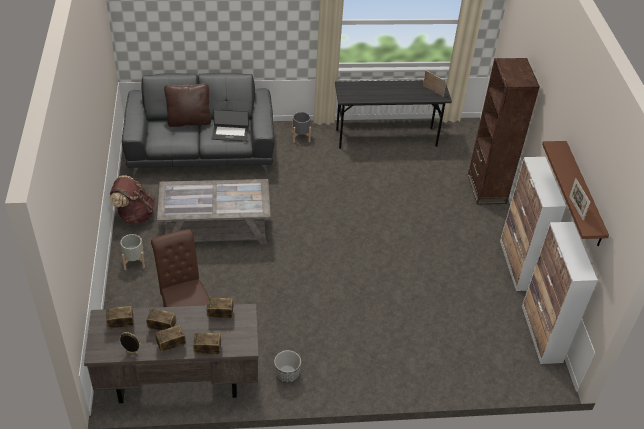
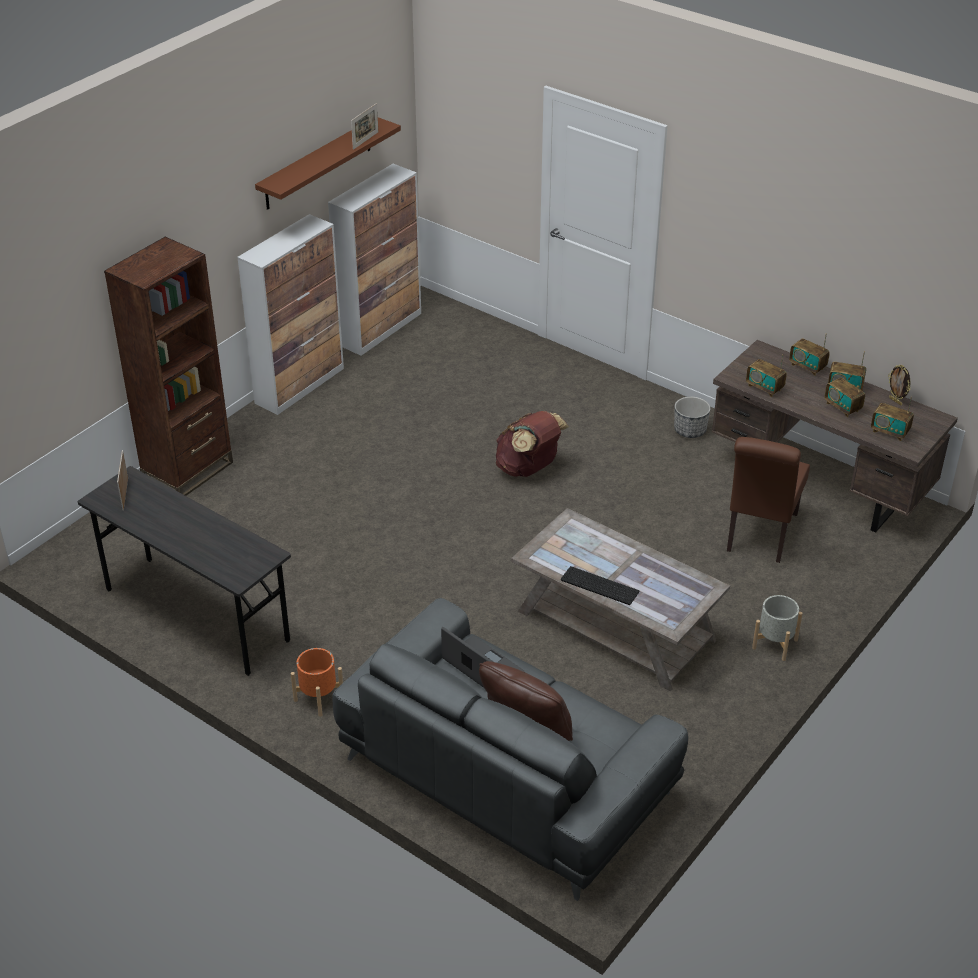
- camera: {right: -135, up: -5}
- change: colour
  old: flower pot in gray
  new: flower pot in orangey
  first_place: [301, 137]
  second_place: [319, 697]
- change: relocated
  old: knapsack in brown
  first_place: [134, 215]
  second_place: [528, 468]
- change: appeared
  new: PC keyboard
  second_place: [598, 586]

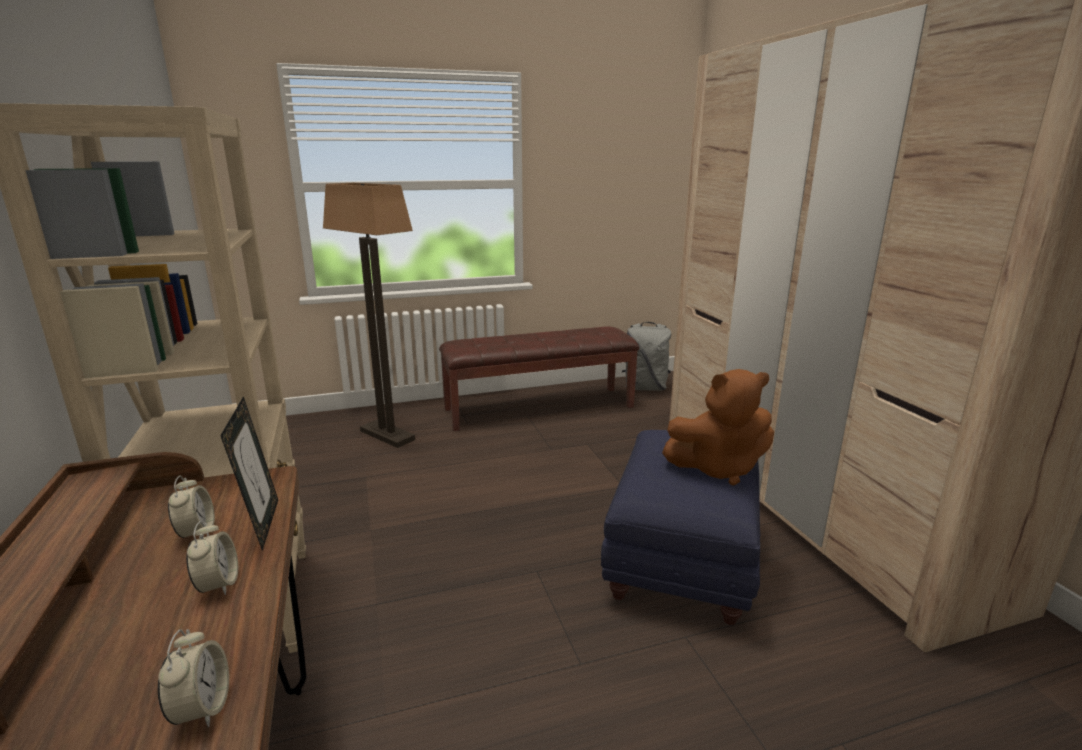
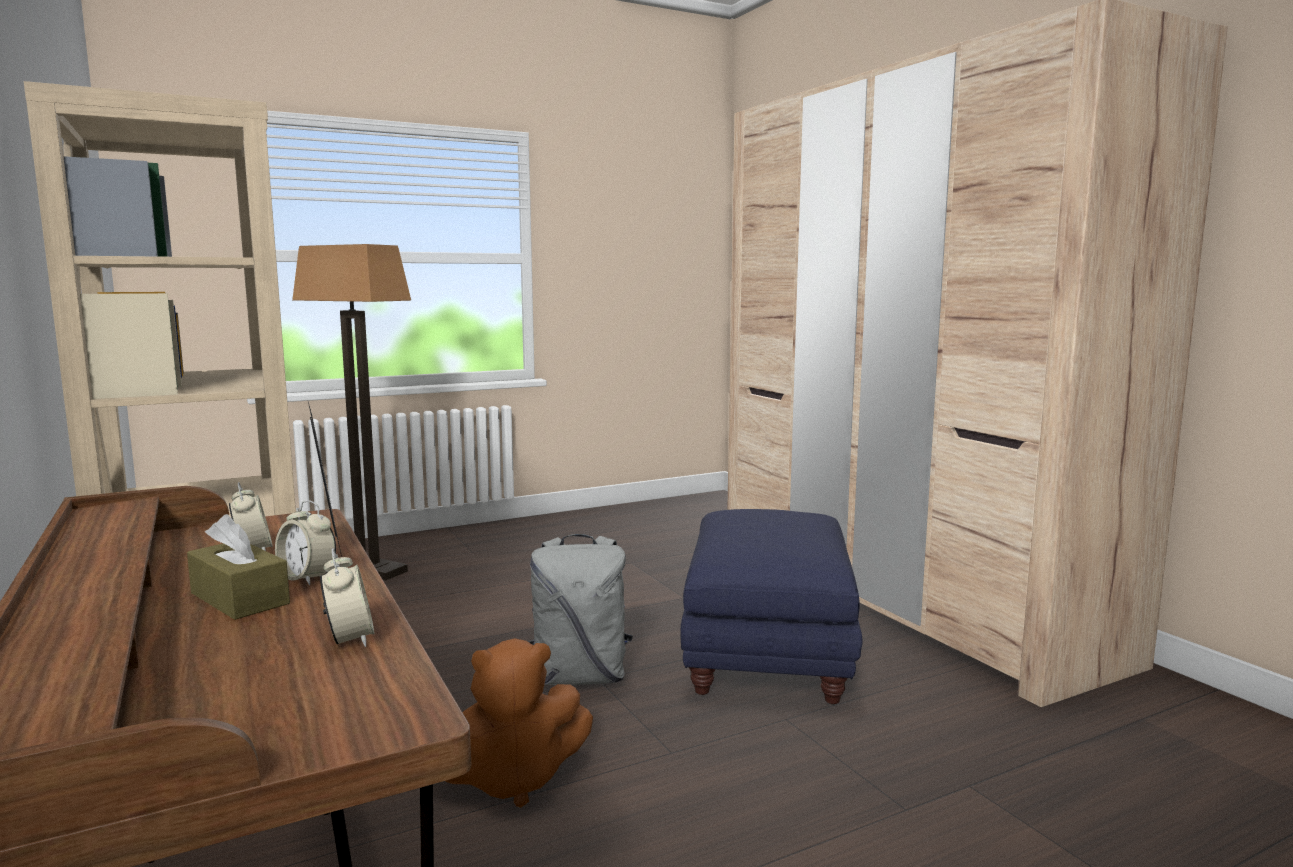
- camera: {right: -10, up: -10}
- change: relocated
  old: knapsack in gray
  first_place: [645, 388]
  second_place: [581, 677]
- change: missing
  old: indoor bench in brown
  first_place: [539, 407]
- change: relocated
  old: soft toy in brown
  first_place: [718, 468]
  second_place: [512, 779]
- change: spun
  old: bedside clock
  first_place: [218, 584]
  second_place: [307, 578]
  degrees: 150
- change: appeared
  new: tissue box in brown
  second_place: [239, 598]

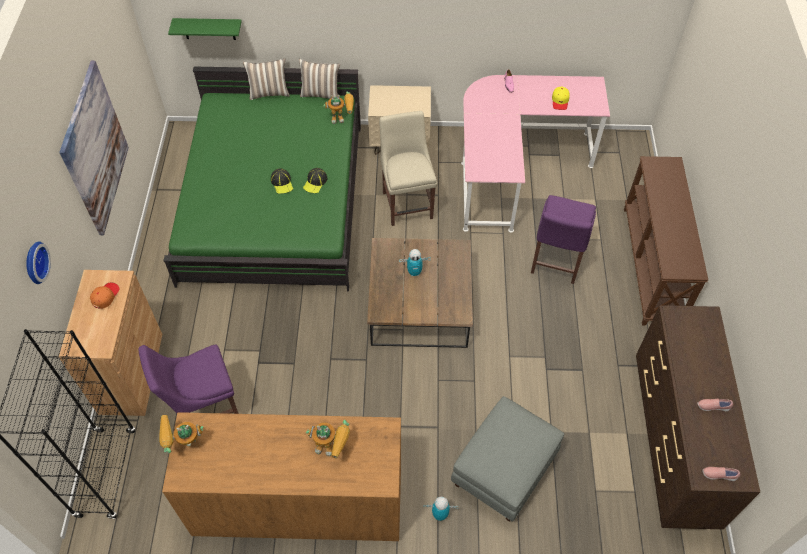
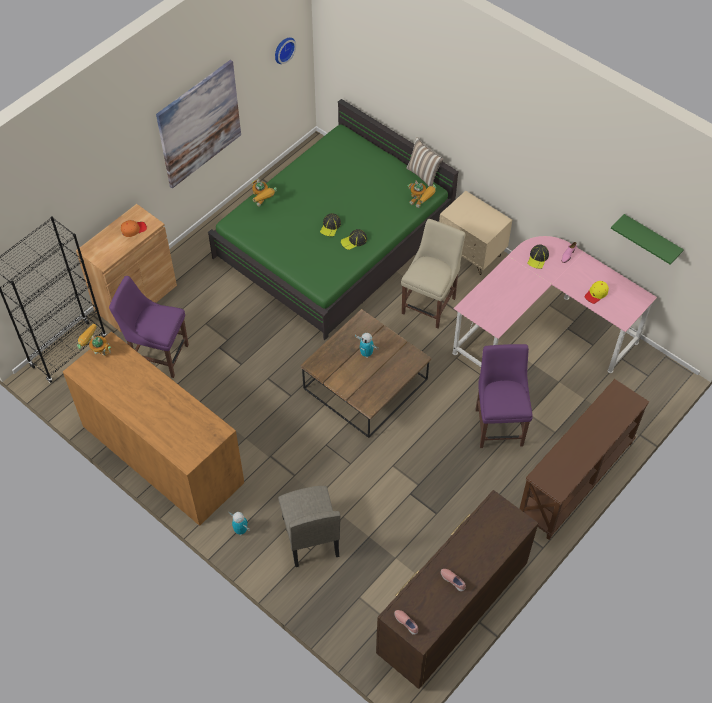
- camera: {right: 40, up: 0}
- change: relocated
  old: wall shelf in green
  first_place: [209, 28]
  second_place: [650, 239]
- change: missing
  old: cushion
  first_place: [269, 93]
- change: spun
  old: chair in purple
  first_place: [555, 263]
  second_place: [499, 424]
  degrees: 120
- change: relocated
  old: clock on the wall
  first_place: [34, 262]
  second_place: [283, 49]
- change: exchanged
  old: footrest in gray
  new: chair in beige
  first_place: [504, 471]
  second_place: [310, 537]
- change: relocated
  old: robot figure
  first_place: [332, 447]
  second_place: [263, 203]
- change: appeared
  new: cap
  second_place: [538, 258]

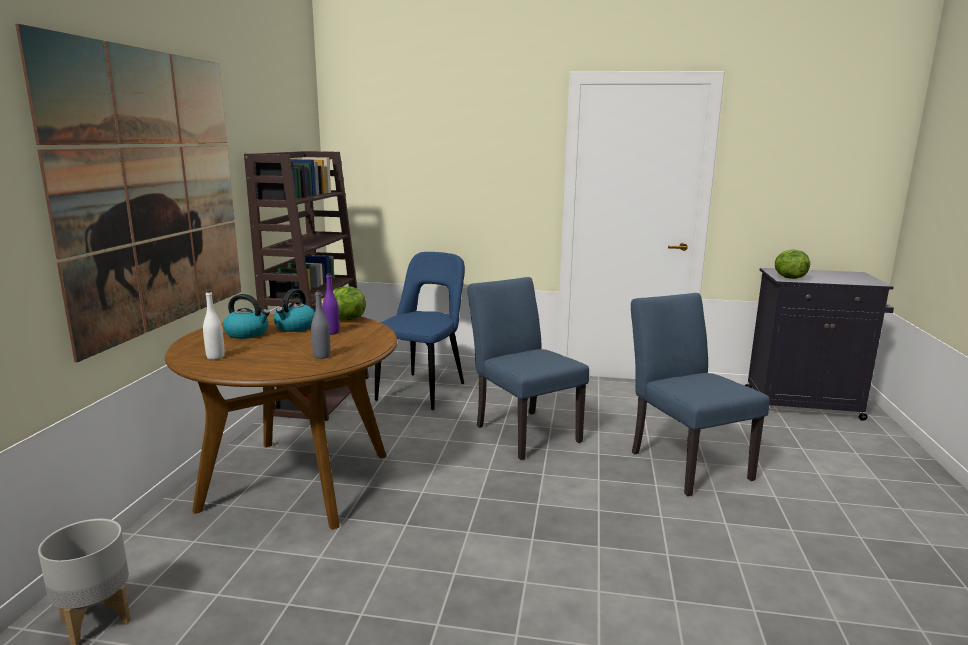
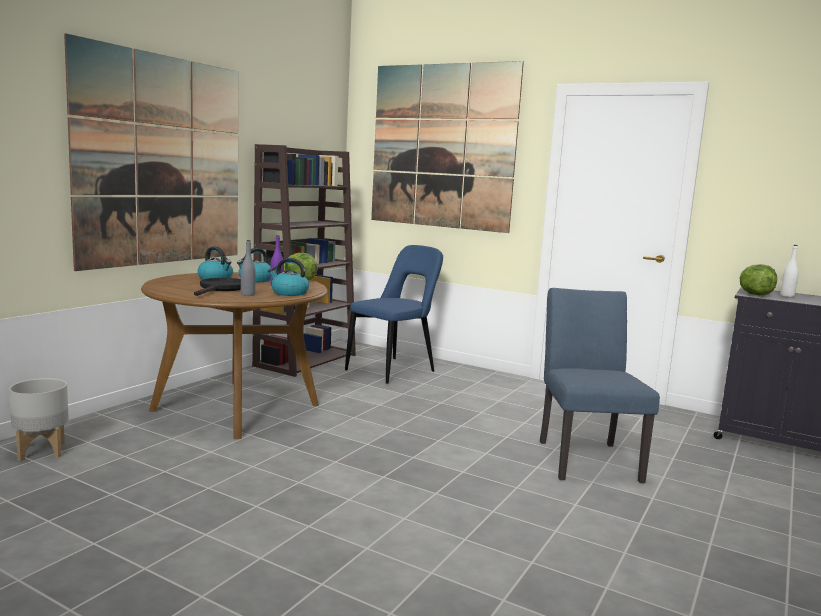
- camera: {right: 20, up: -5}
- change: missing
  old: chair in bluish
  first_place: [522, 430]
- change: relocated
  old: drink bottle in white-coloured
  first_place: [215, 357]
  second_place: [787, 296]
- change: appeared
  new: wall picture
  second_place: [442, 146]
- change: appeared
  new: kettle
  second_place: [289, 293]
- change: appeared
  new: frying pan in black-coloured
  second_place: [221, 289]

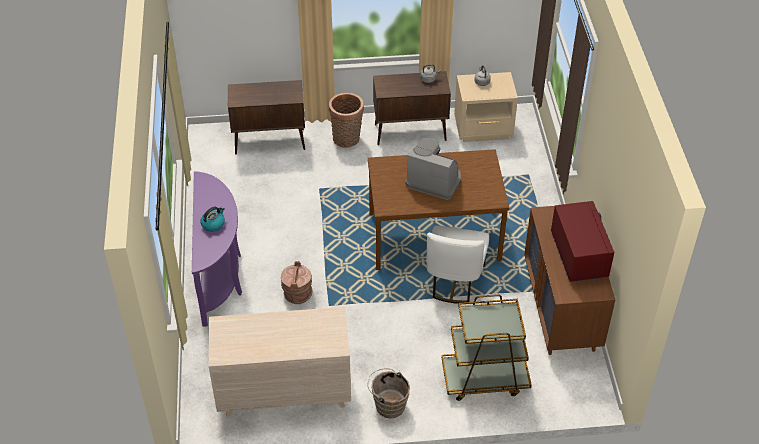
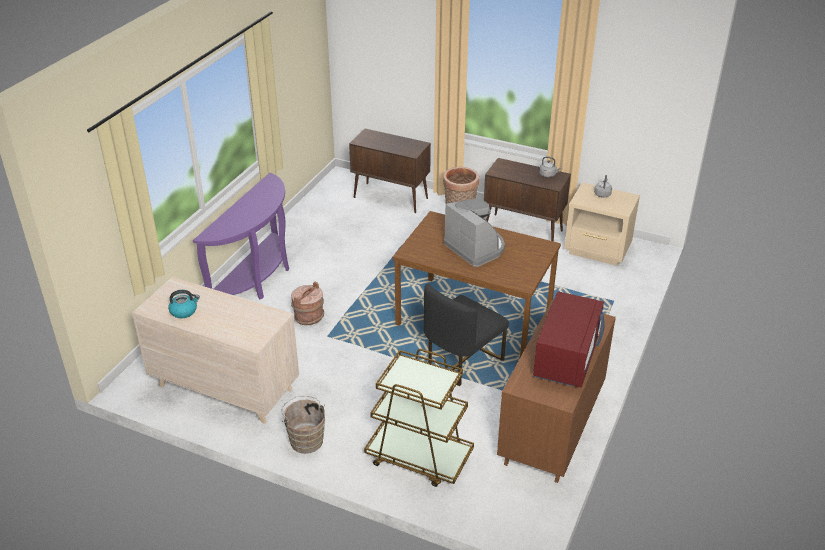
- camera: {right: 30, up: -10}
- change: relocated
  old: kettle
  first_place: [213, 224]
  second_place: [184, 311]
- change: colour
  old: chair in white-coloured
  new: chair in black-coloured
  first_place: [454, 281]
  second_place: [462, 361]

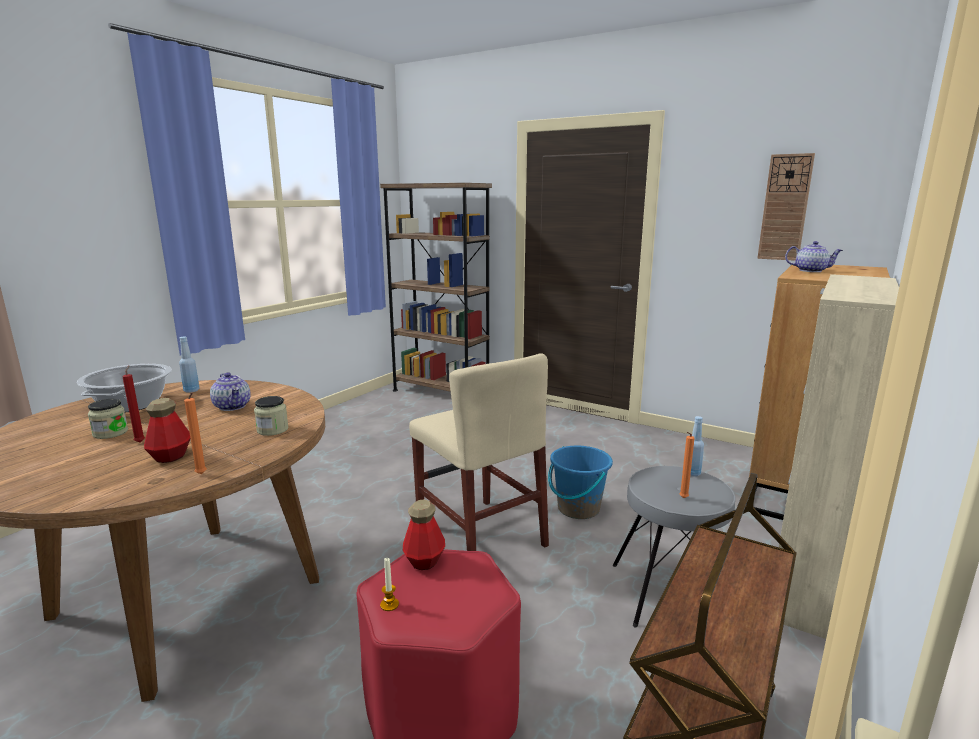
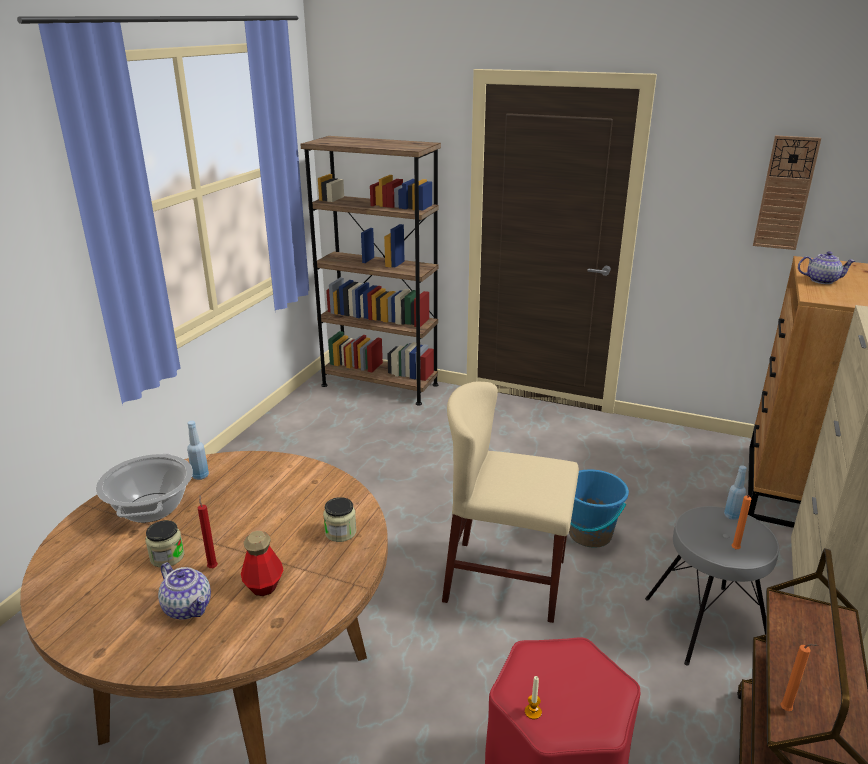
- camera: {right: -10, up: 10}
- change: spun
  old: chair in beige
  first_place: [480, 536]
  second_place: [505, 580]
  degrees: 150
- change: relocated
  old: tea pot
  first_place: [233, 406]
  second_place: [188, 607]
- change: relocated
  old: candle in orangey
  first_place: [202, 475]
  second_place: [787, 710]
- change: missing
  old: drink bottle
  first_place: [424, 561]

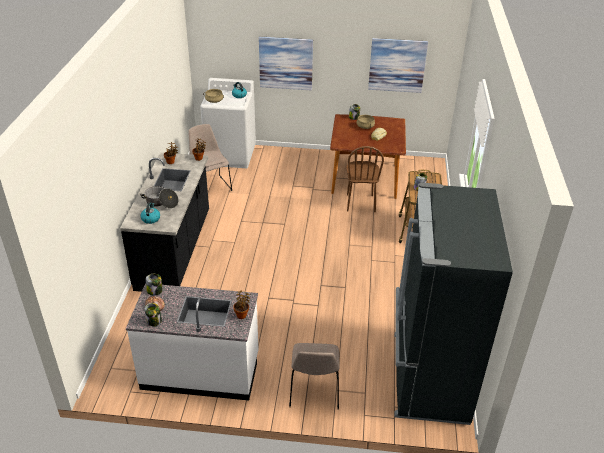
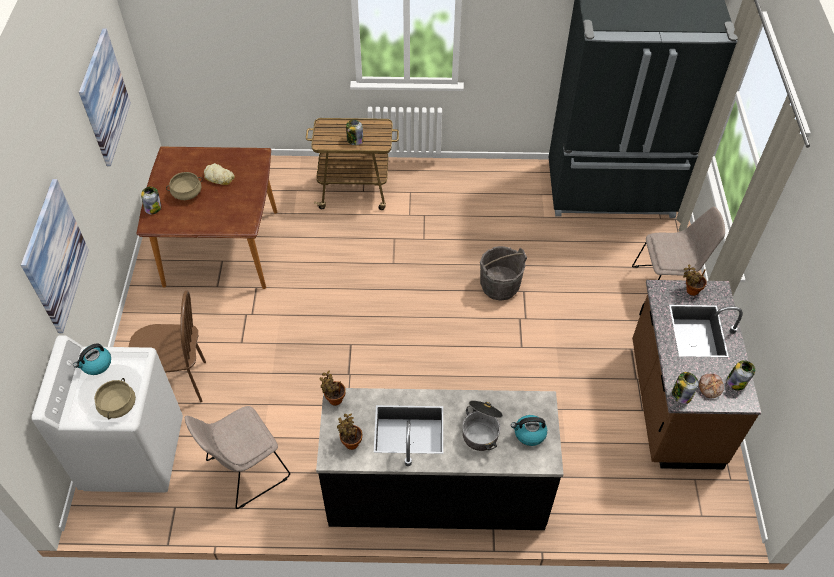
- camera: {right: -95, up: 15}
- change: relocated
  old: chair in brown
  first_place: [360, 203]
  second_place: [179, 382]
- change: colour
  old: kitchen counter in white-coloured
  new: kitchen counter in brown
  first_place: [201, 371]
  second_place: [672, 404]
- change: appeared
  new: bucket in gray
  second_place: [499, 286]

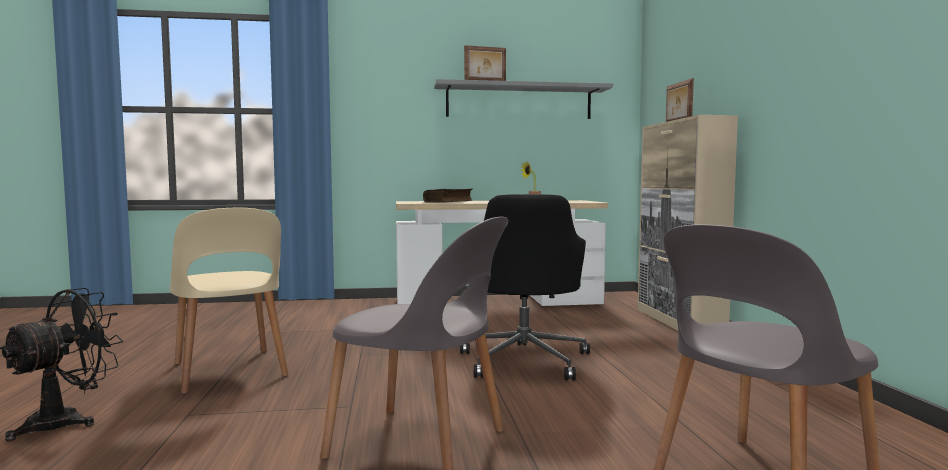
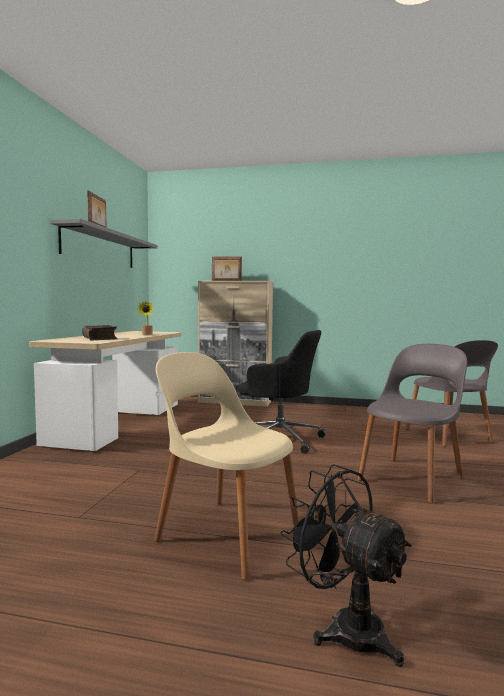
- camera: {right: -70, up: 0}
- change: spun
  old: chair in beige
  first_place: [229, 371]
  second_place: [226, 534]
  degrees: -135

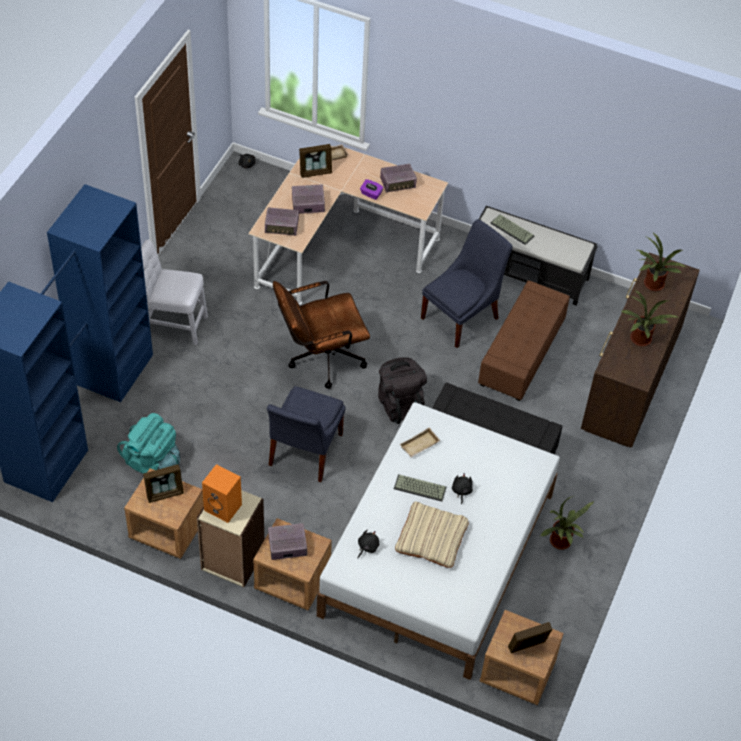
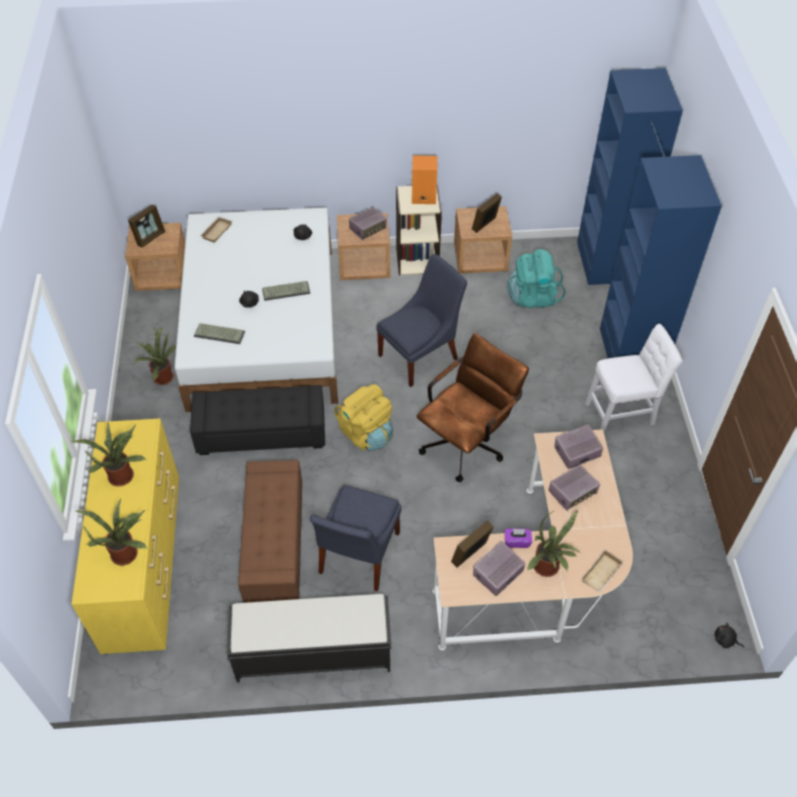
- camera: {right: 155, up: 0}
- change: relocated
  old: photo frame
  first_place: [315, 172]
  second_place: [470, 554]
- change: relocated
  old: PC keyboard
  first_place: [511, 230]
  second_place: [220, 333]
- change: colour
  old: dresser in brown
  new: dresser in yellow
  first_place: [630, 382]
  second_place: [145, 563]
- change: colour
  old: knapsack in black-coloured
  new: knapsack in yellow
  first_place: [399, 403]
  second_place: [366, 433]
- change: spun
  old: chair in bluish
  first_place: [304, 452]
  second_place: [421, 355]
  degrees: 60
- change: relocated
  old: serving tray in beige
  first_place: [420, 446]
  second_place: [216, 231]
- change: missing
  old: cushion in beige
  first_place: [431, 538]
- change: appeared
  new: houseplant
  second_place: [548, 568]

